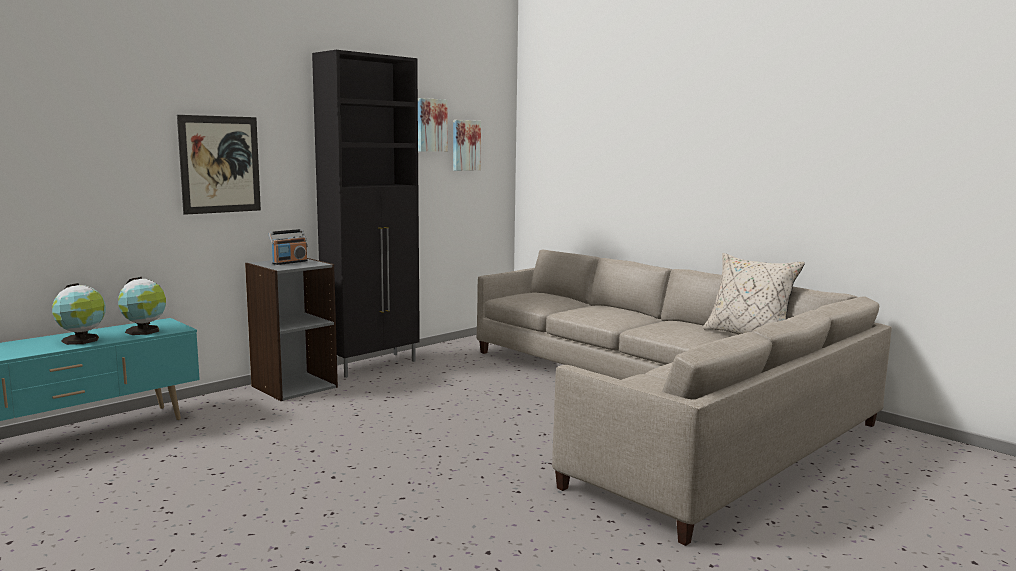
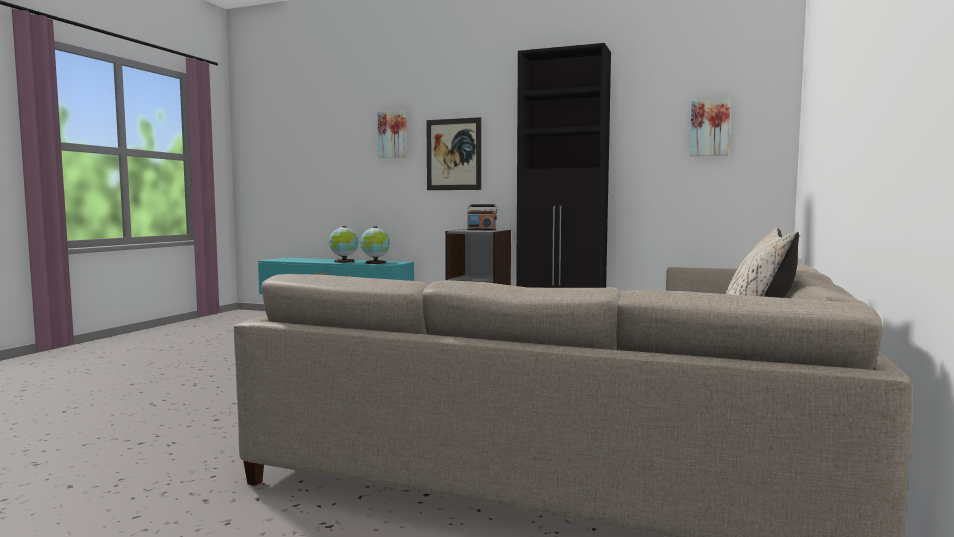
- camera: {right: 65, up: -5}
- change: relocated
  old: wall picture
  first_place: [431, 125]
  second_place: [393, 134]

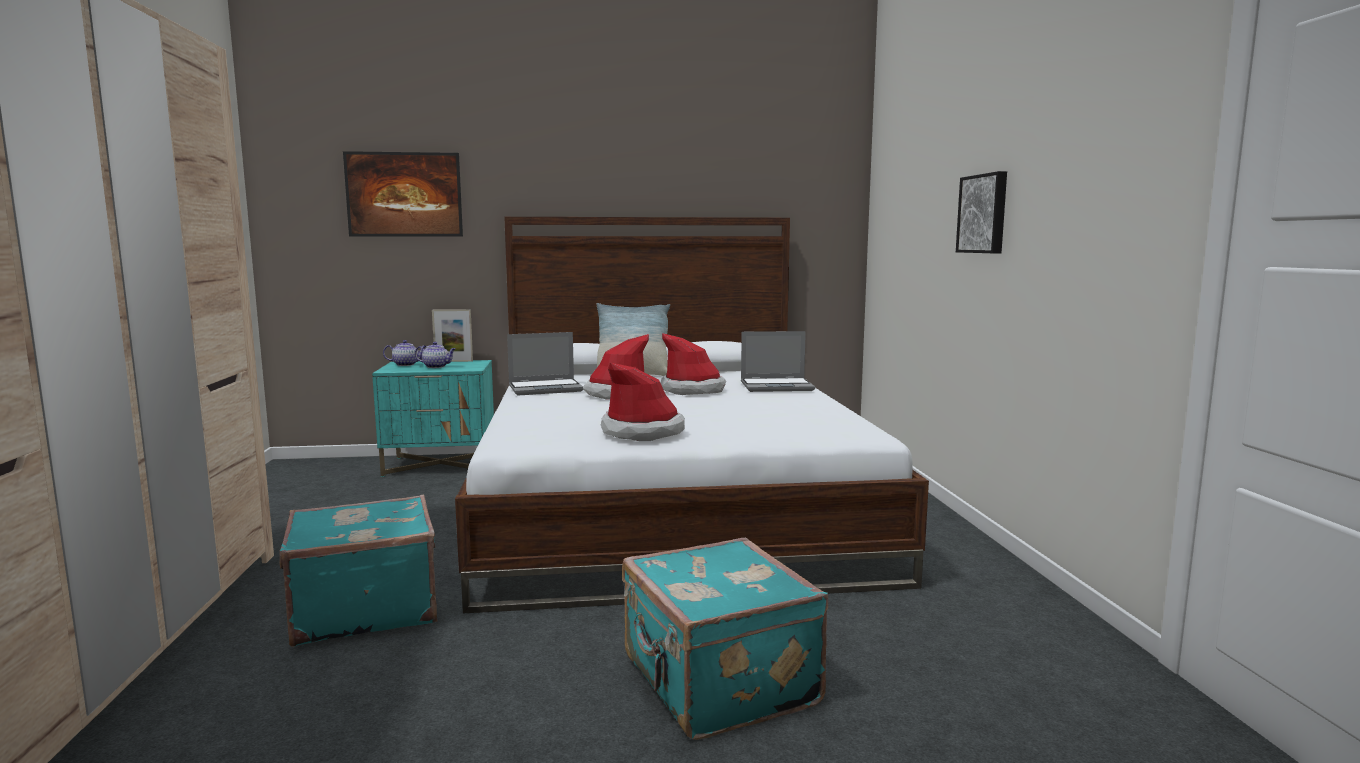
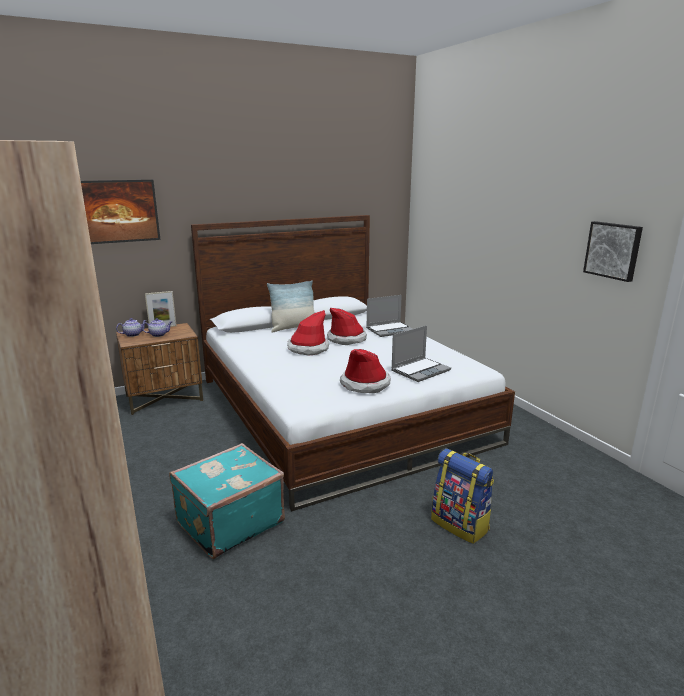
- camera: {right: -20, up: 10}
- change: relocated
  old: wall picture
  first_place: [984, 214]
  second_place: [613, 250]
- change: relocated
  old: portable computer
  first_place: [546, 389]
  second_place: [420, 370]
- change: colour
  old: nightstand in turquoise-coloured
  new: nightstand in brown
  first_place: [441, 465]
  second_place: [165, 398]
- change: exchanged
  old: suitcase in turquoise-coloured
  new: knapsack
  first_place: [717, 683]
  second_place: [460, 525]

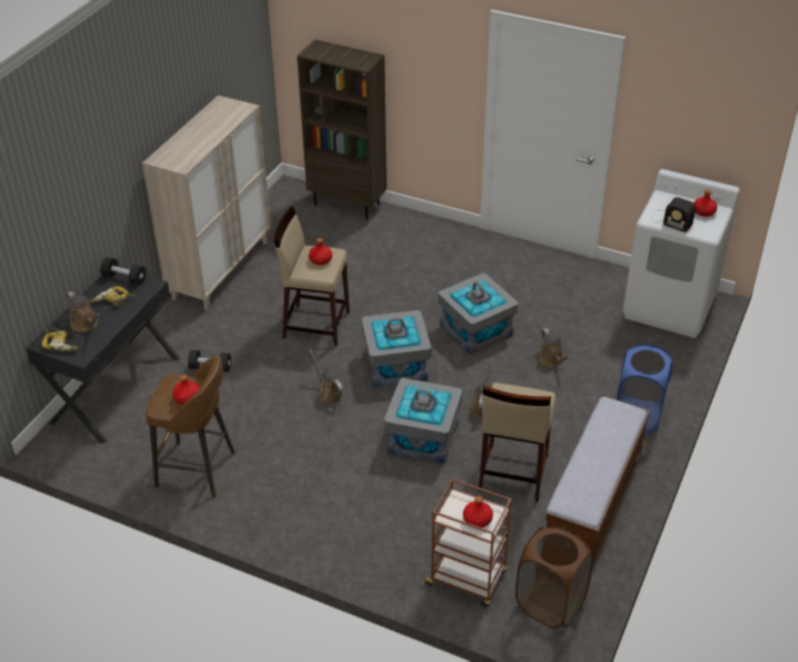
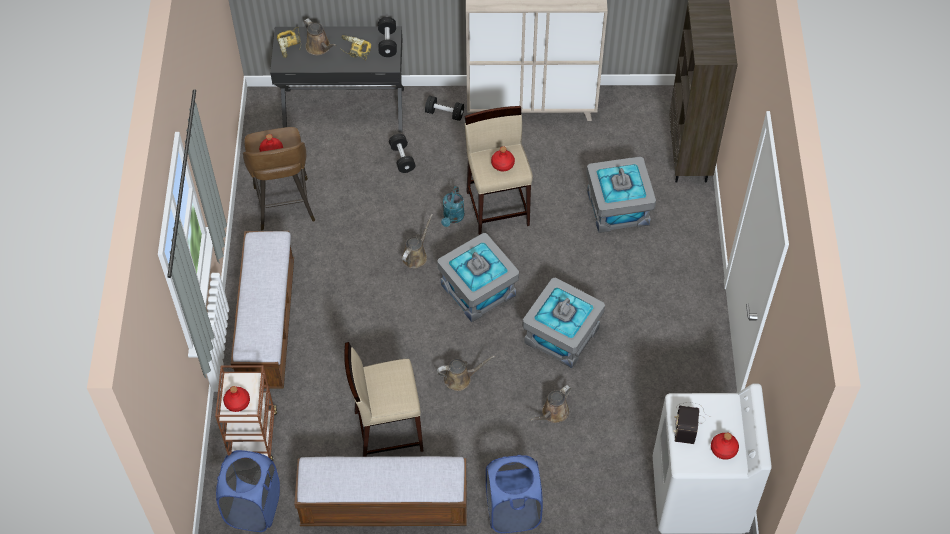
- camera: {right: 65, up: 15}
- change: spun
  old: watering pot in brown
  first_place: [86, 324]
  second_place: [319, 47]
  degrees: -60
- change: relocated
  old: storage container in gray
  first_place: [423, 437]
  second_place: [618, 208]
- change: colour
  old: laundry basket in brown
  new: laundry basket in bluish
  first_place: [550, 603]
  second_place: [253, 508]
- change: appeared
  new: dumbbell in black-coloured
  second_place: [444, 113]
- change: appeared
  new: watering pot in turquoise-coloured
  second_place: [453, 218]
- change: appeared
  new: indoor bench
  second_place: [267, 324]

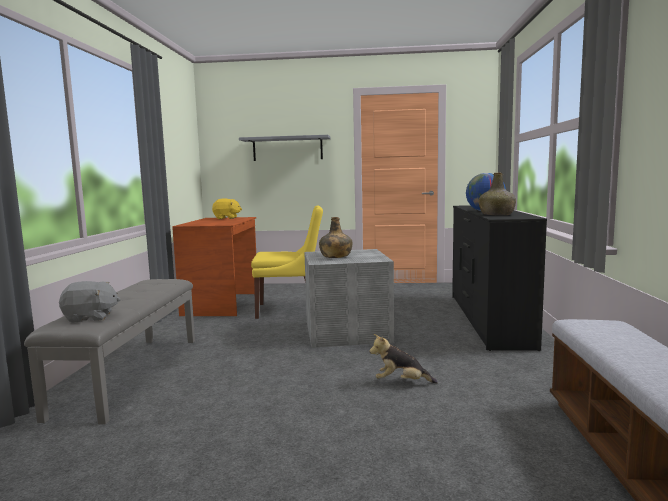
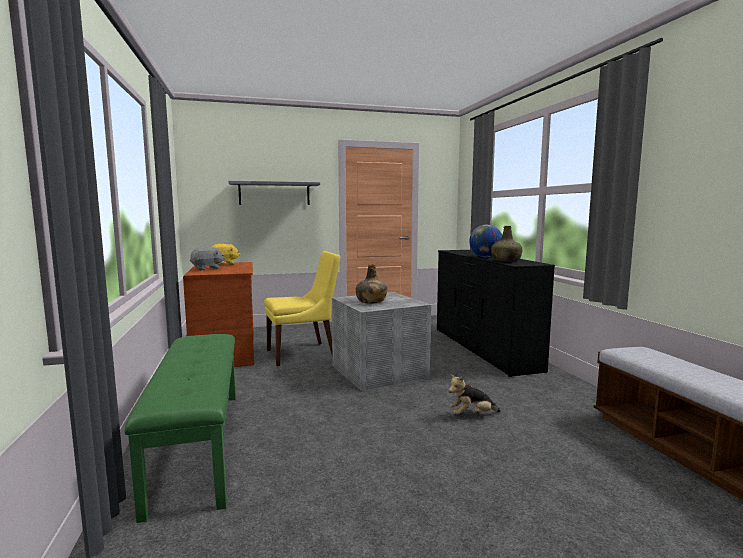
- camera: {right: -20, up: 0}
- change: colour
  old: indoor bench in gray
  new: indoor bench in green
  first_place: [130, 374]
  second_place: [197, 444]
- change: relocated
  old: soft toy in gray
  first_place: [90, 317]
  second_place: [207, 269]

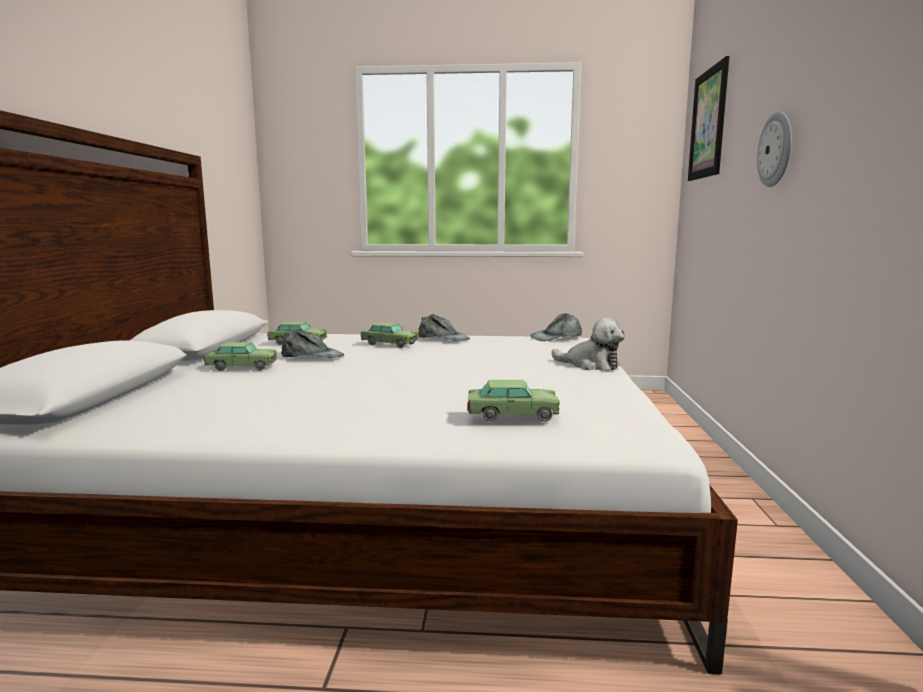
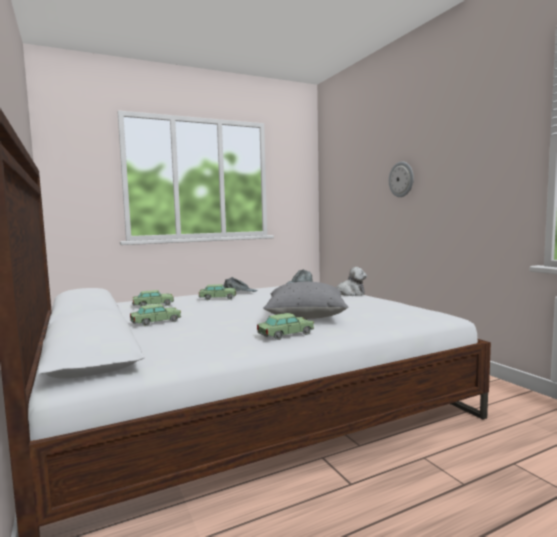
- camera: {right: -30, up: -5}
- change: missing
  old: wall picture
  first_place: [708, 124]
- change: missing
  old: cap in gray
  first_place: [312, 356]
- change: relocated
  old: model car
  first_place: [512, 415]
  second_place: [285, 335]
- change: appeared
  new: cushion in gray
  second_place: [306, 316]

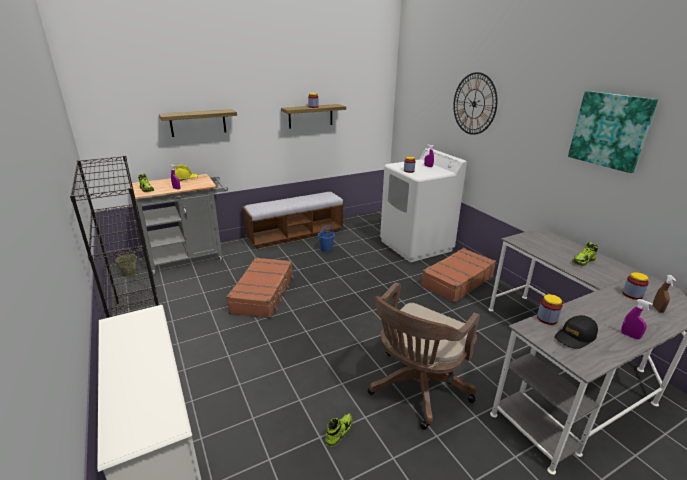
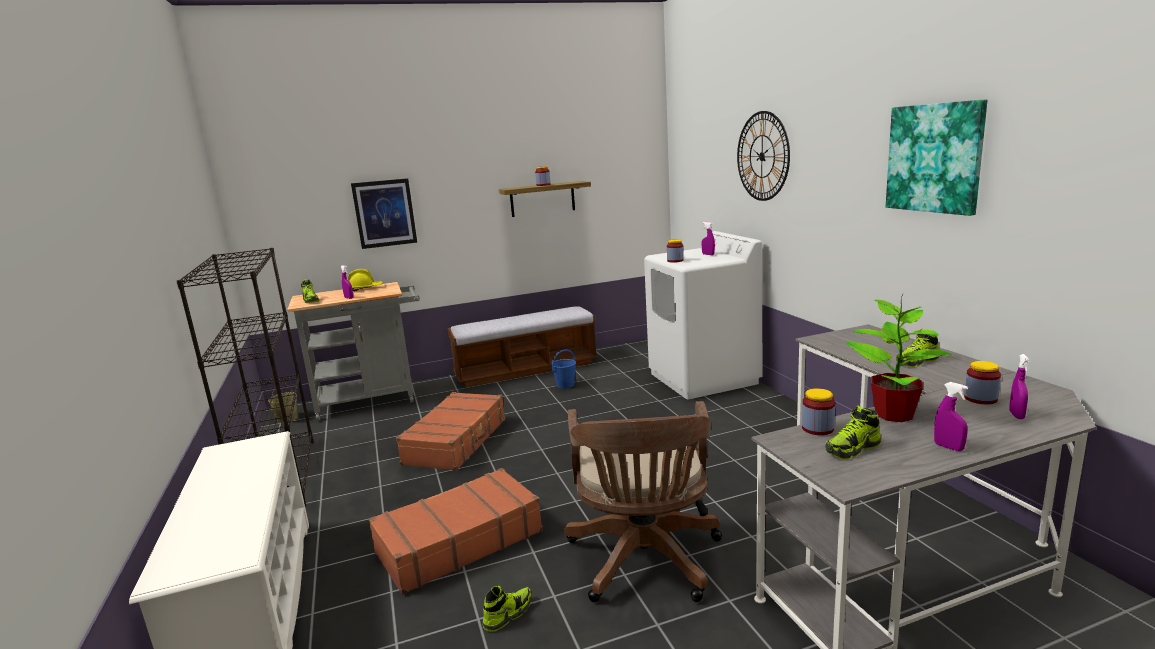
- camera: {right: 10, up: -10}
- change: exchanged
  old: wall shelf
  new: wall picture
  first_place: [198, 123]
  second_place: [384, 213]
- change: relocated
  old: suitcase in brown
  first_place: [457, 281]
  second_place: [458, 542]
- change: colour
  old: hand sprayer in brown
  new: hand sprayer in purple
  first_place: [657, 309]
  second_place: [1016, 415]
- change: spun
  old: office chair in brown
  first_place: [416, 389]
  second_place: [644, 562]
  degrees: -45
- change: exchanged
  old: cap in black-coloured
  new: item of footwear
  first_place: [575, 337]
  second_place: [853, 449]
- change: appeared
  new: houseplant
  second_place: [895, 415]

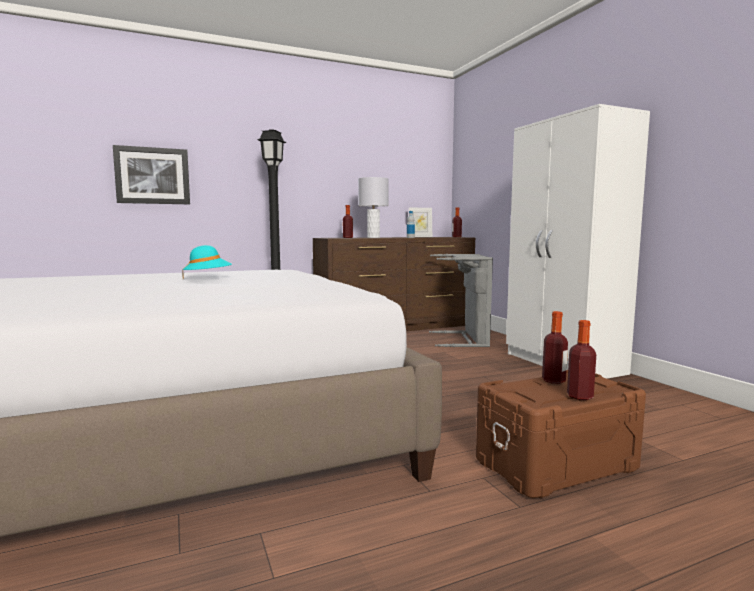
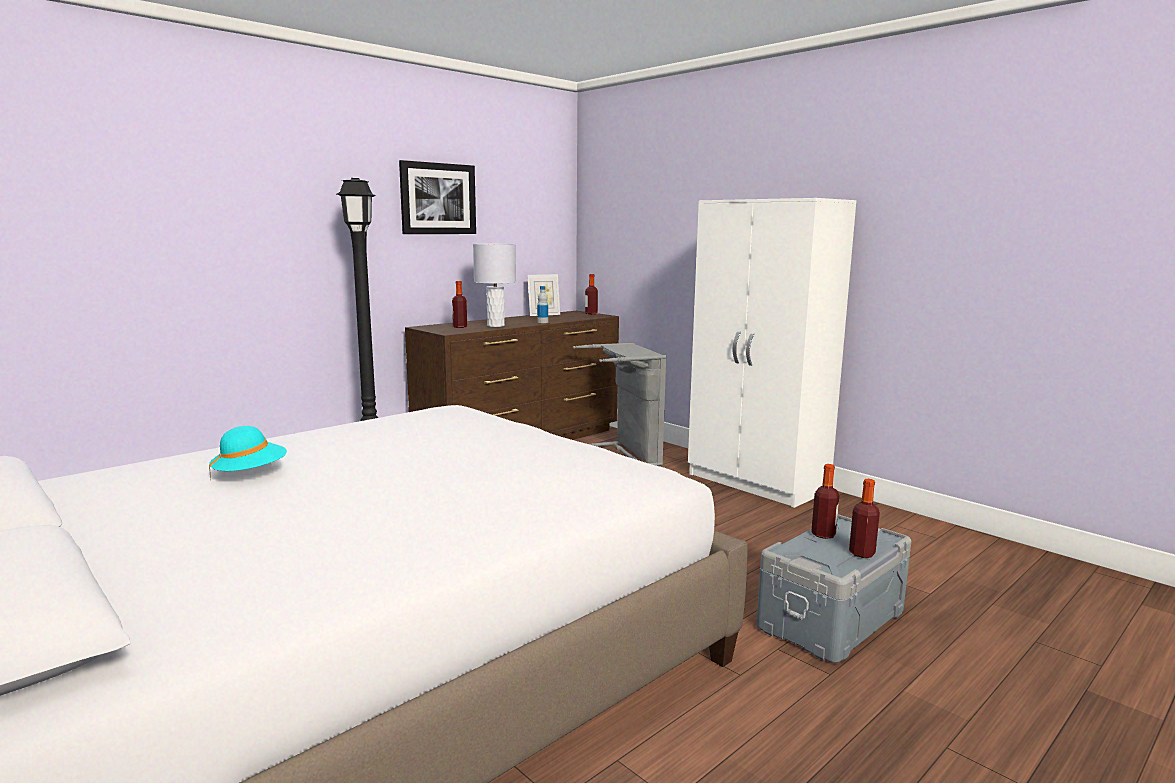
- camera: {right: -20, up: 5}
- change: relocated
  old: wall picture
  first_place: [152, 176]
  second_place: [438, 199]
- change: relocated
  old: wearable hat in turquoise-coloured
  first_place: [208, 278]
  second_place: [250, 474]
- change: colour
  old: storage container in brown
  new: storage container in gray
  first_place: [554, 463]
  second_place: [829, 619]

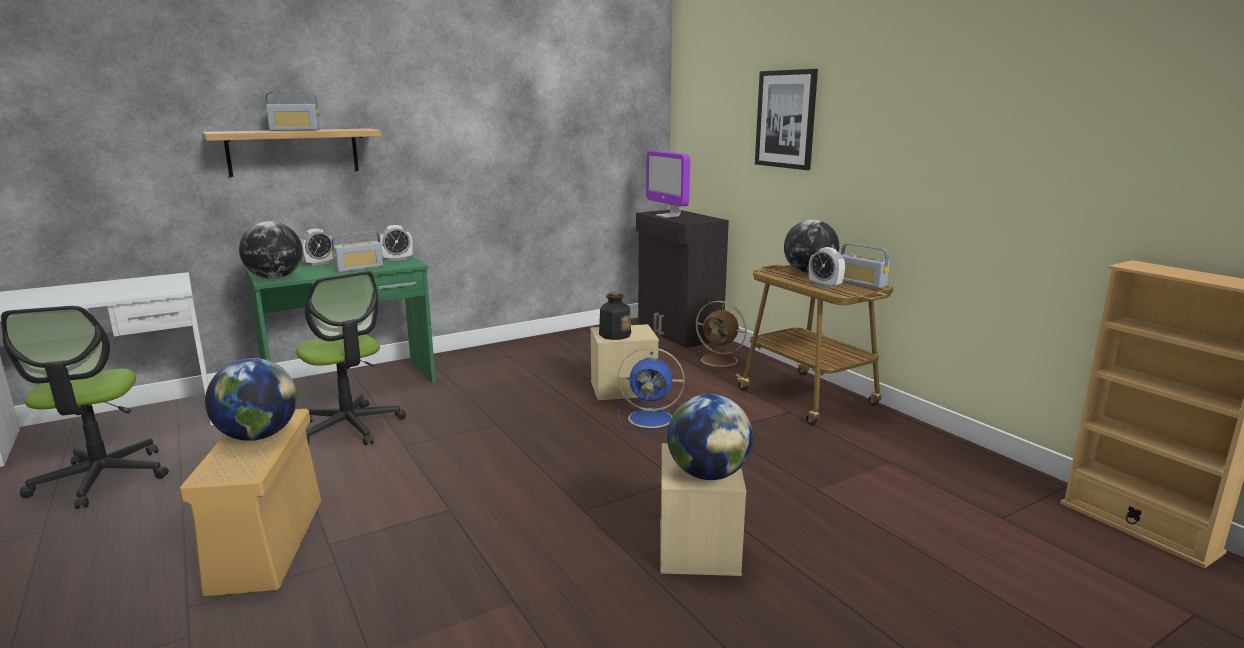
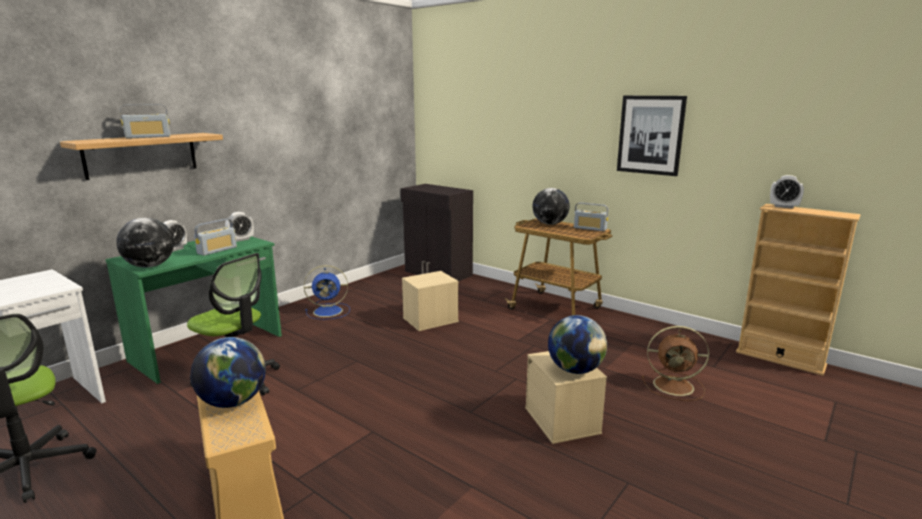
- camera: {right: -20, up: 0}
- change: relocated
  old: wall picture
  first_place: [786, 119]
  second_place: [650, 135]
- change: missing
  old: computer display
  first_place: [668, 216]
- change: relocated
  old: bedside clock
  first_place: [825, 285]
  second_place: [783, 207]
- change: missing
  old: drink bottle
  first_place: [614, 335]
- change: relocated
  old: electric fan in brown
  first_place: [721, 361]
  second_place: [675, 386]
- change: relocated
  old: electric fan in bluish
  first_place: [652, 418]
  second_place: [329, 311]

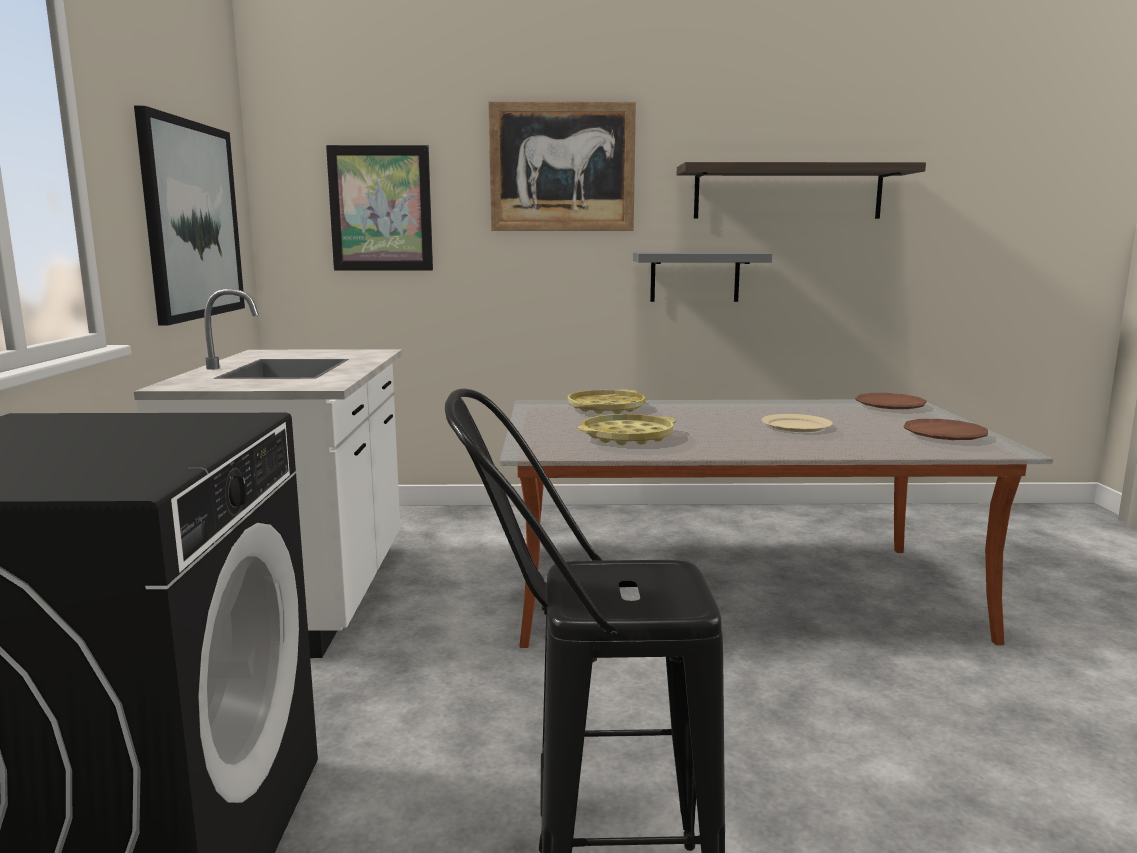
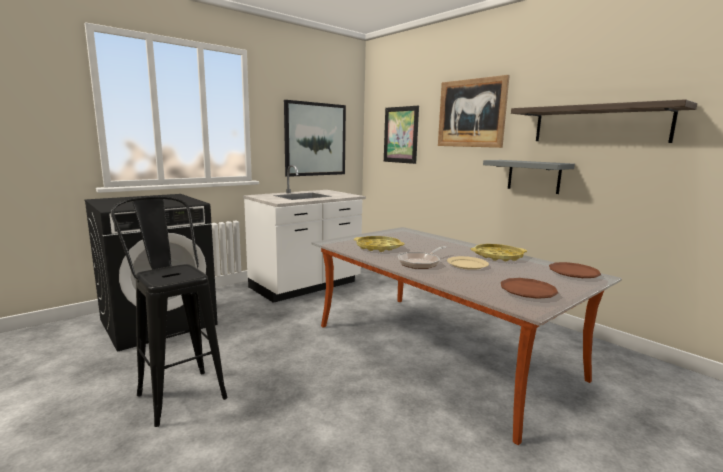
- camera: {right: 50, up: 0}
- change: relocated
  old: serving tray in yellow
  first_place: [605, 408]
  second_place: [497, 256]
- change: appeared
  new: frying pan
  second_place: [421, 263]

